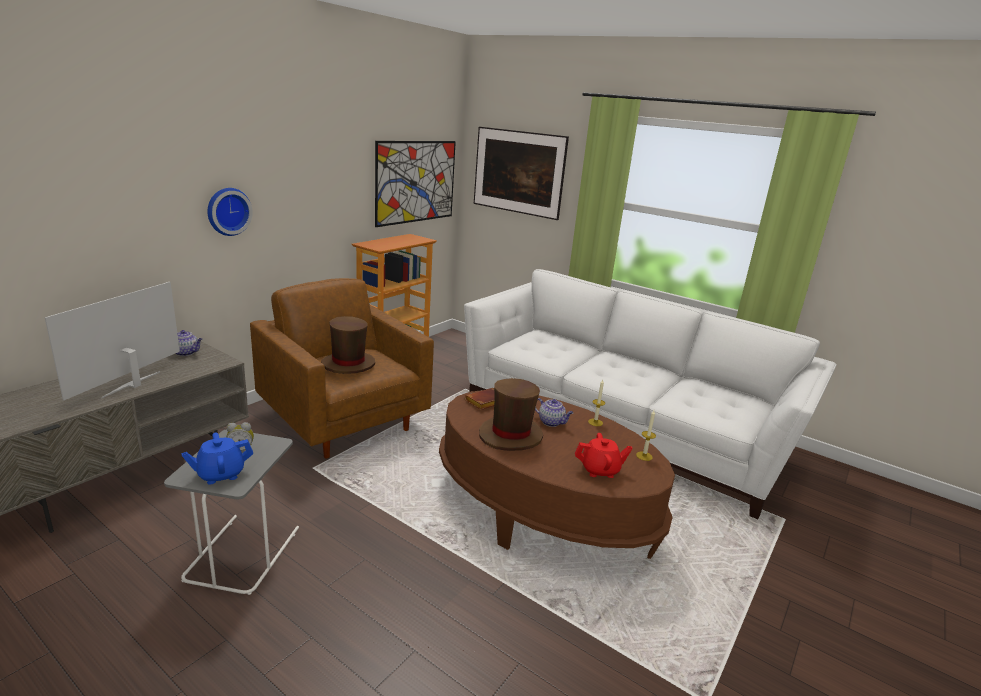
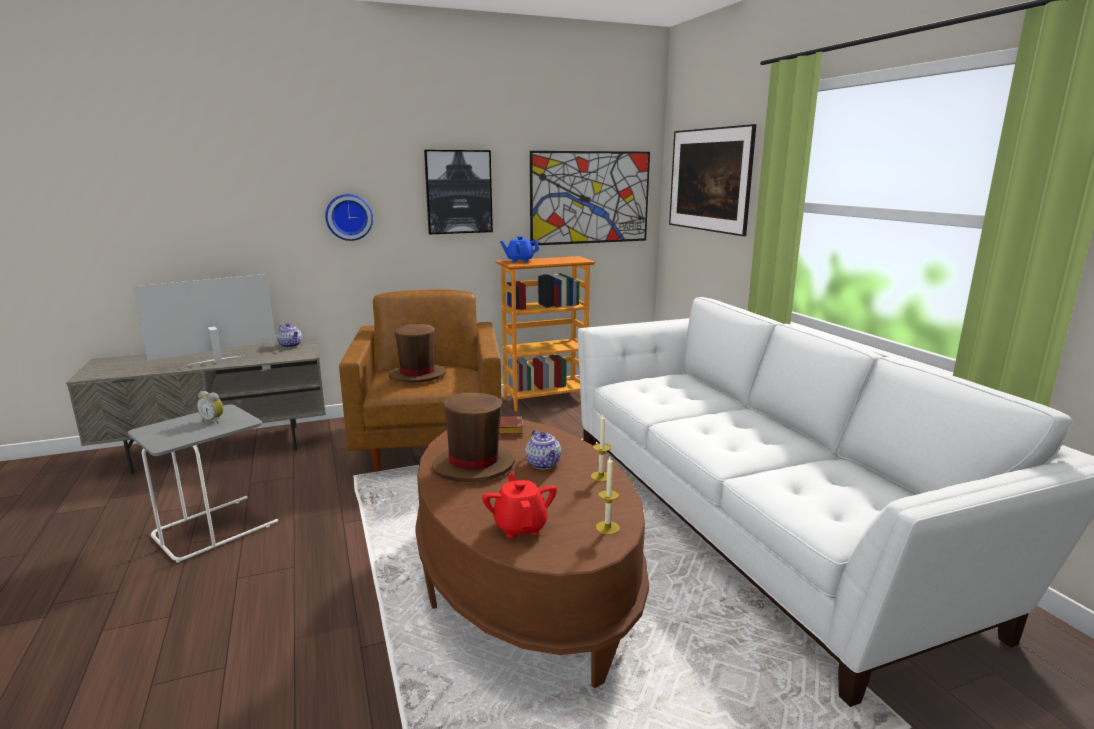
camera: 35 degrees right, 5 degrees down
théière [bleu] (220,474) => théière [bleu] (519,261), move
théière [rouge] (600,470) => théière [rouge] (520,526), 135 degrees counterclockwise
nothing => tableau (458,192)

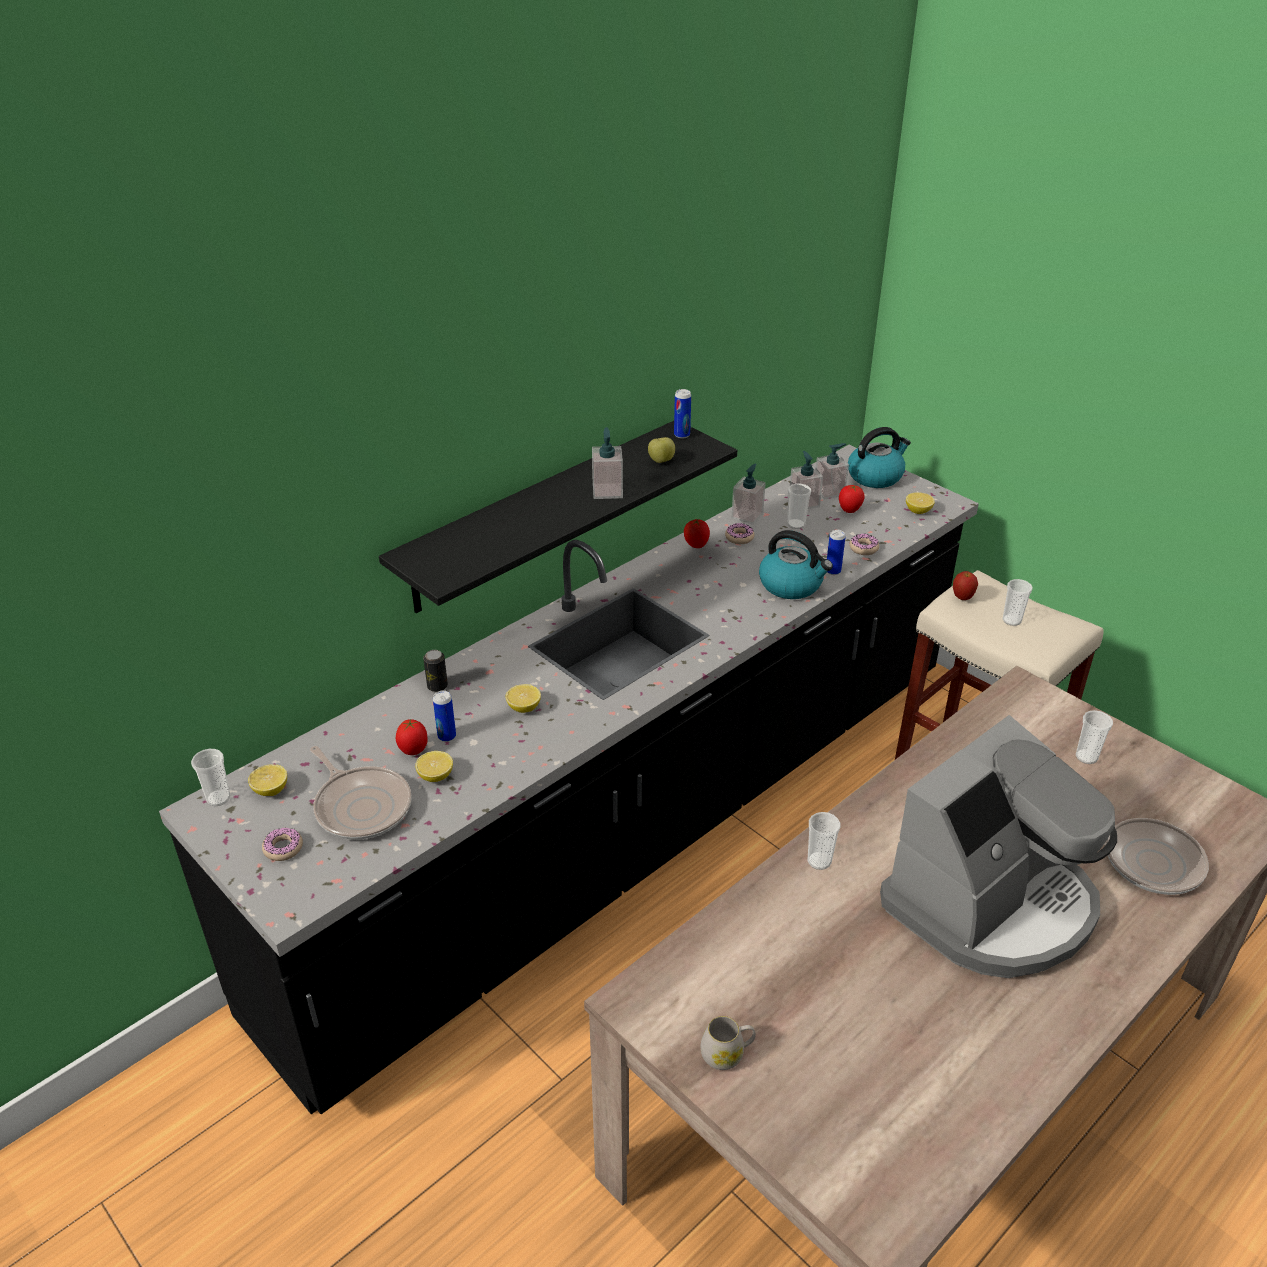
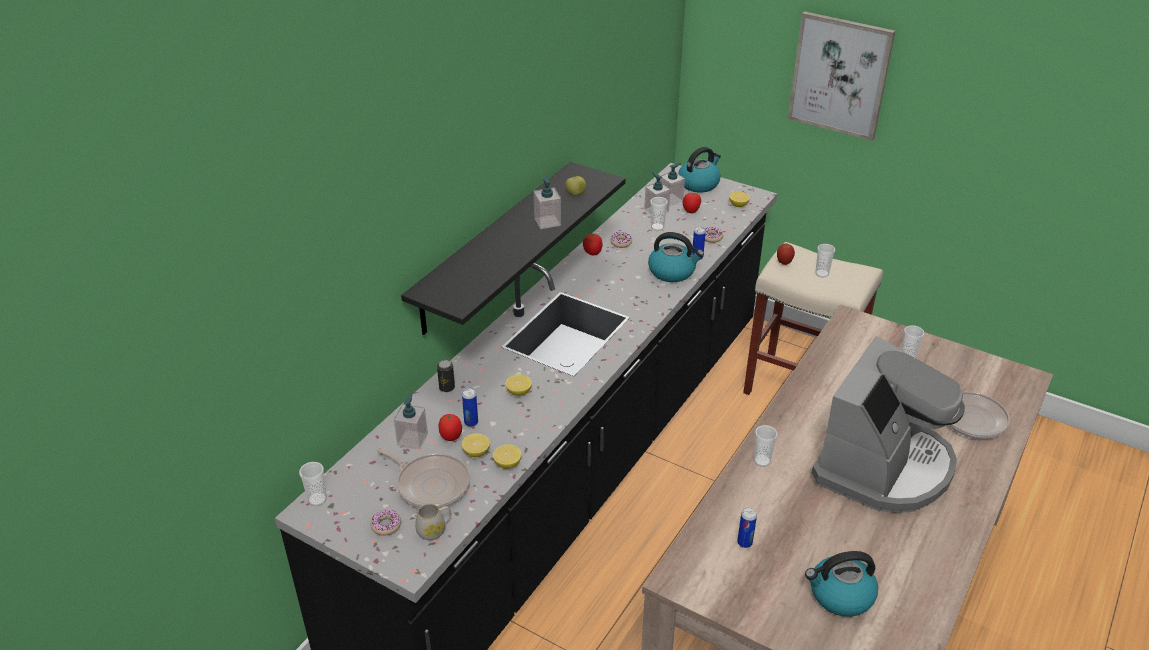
camera: 15 degrees left, 0 degrees up
boîte métallique (682,435) => boîte métallique (744,542), move
distributeur de savon (747,516) => distributeur de savon (412,439), move
citron (270,790) => citron (507,464), move
mug [blanc] (727,1054) => mug [blanc] (434,530), move
nothing => tableau (840,75)
nothing => bouilloire (840,595)

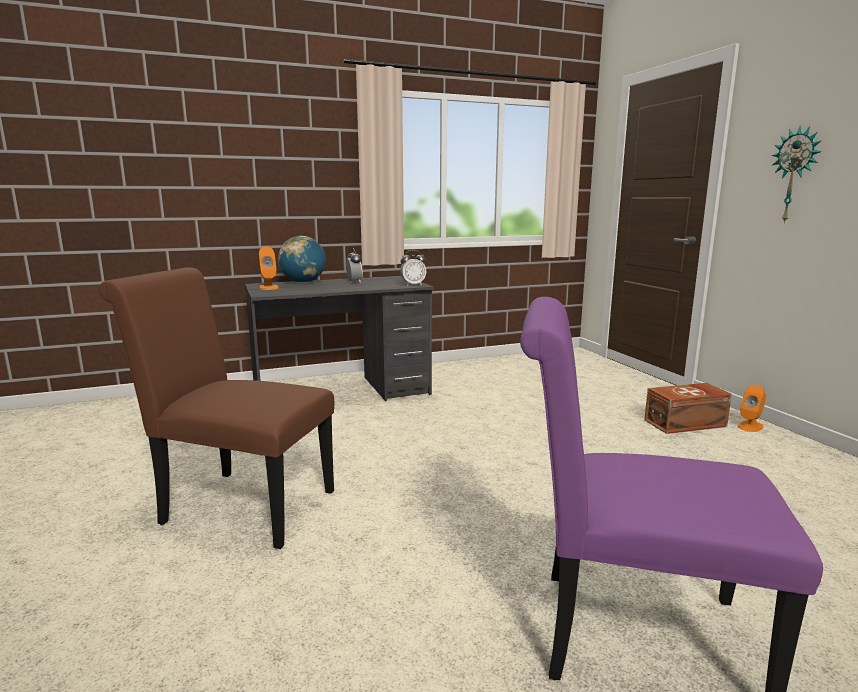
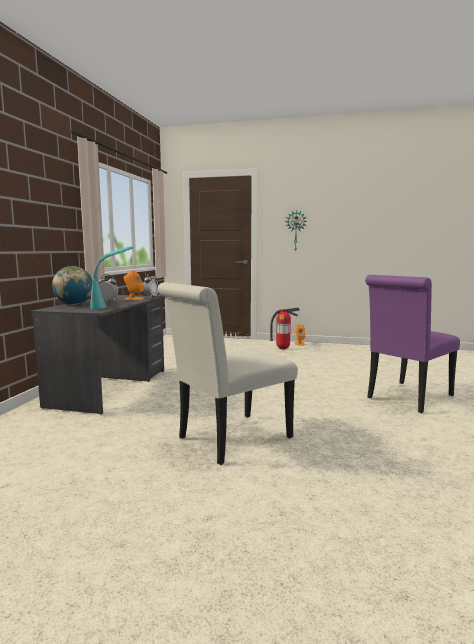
camera: 55 degrees left, 5 degrees down
enceinte [orange] (268,287) => enceinte [orange] (134,299), move
chaise [marron] (239,505) => chaise [blanc] (229,440)
boîte de rangement [marron] (686,423) => extincteur (283,349)
nothing => lampe de table [turquoise] (114,305)

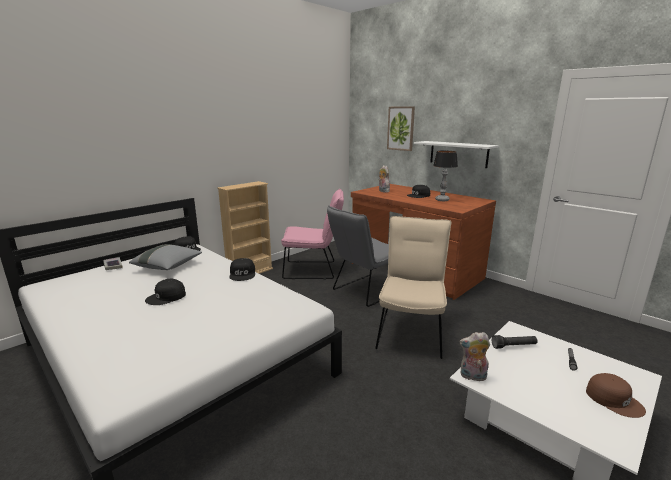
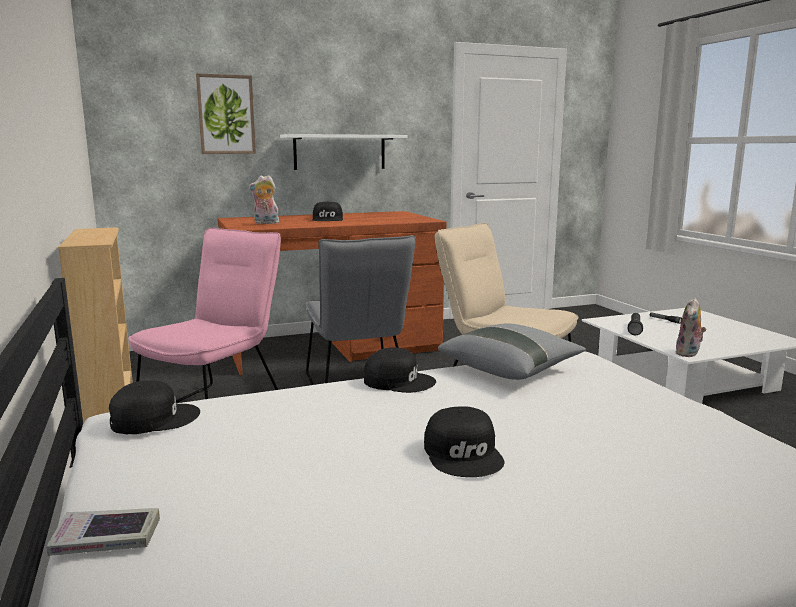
camera: 65 degrees left, 5 degrees down
lampe de table (442,200) => nothing
coussin [gris] (168,266) => coussin [gris] (511,370), move
casquette [marron] (614,399) => nothing

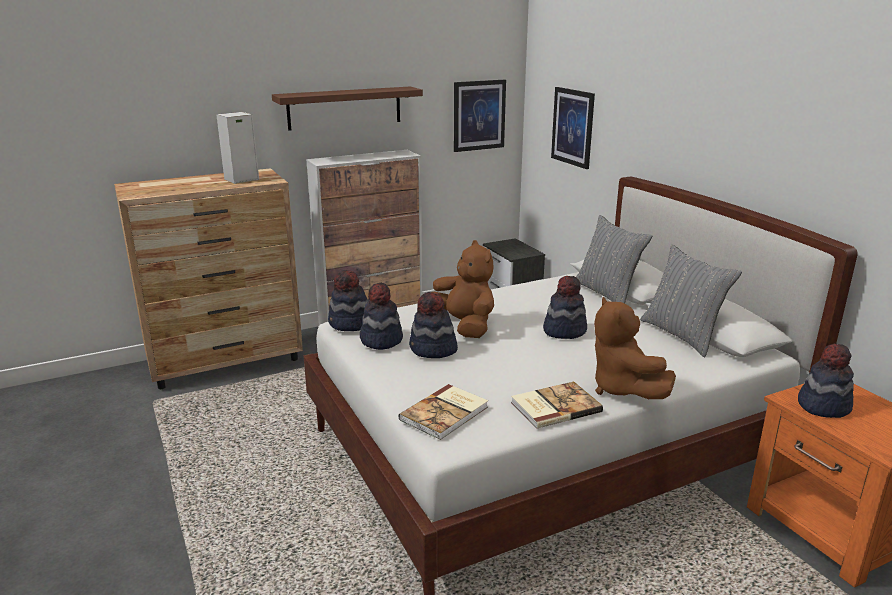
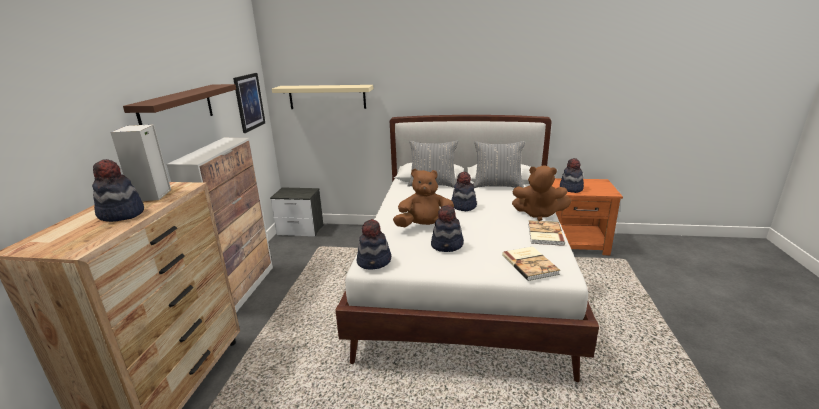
camera: 55 degrees left, 0 degrees up
tableau (573,127) => étagère [beige] (327,97)
chapeau (381,340) => chapeau (121,214), move

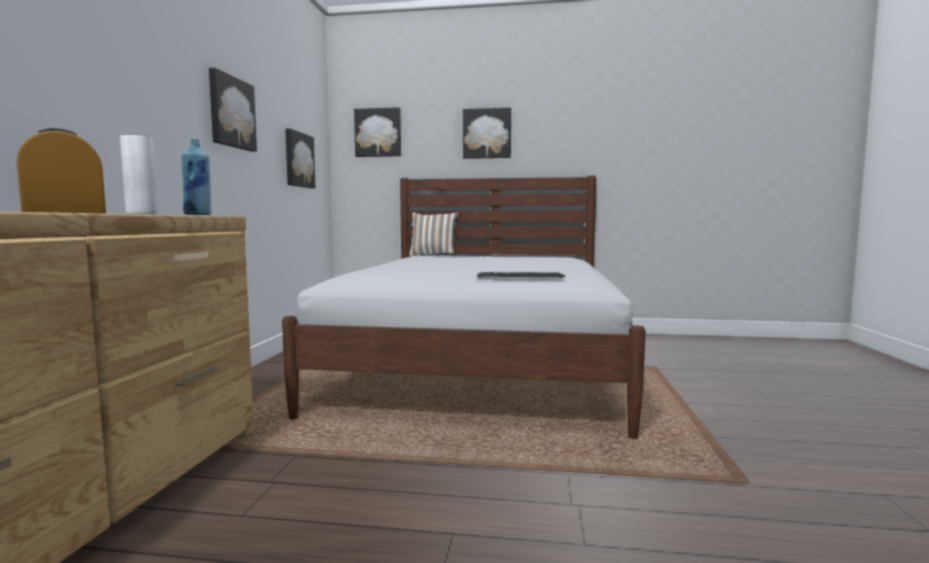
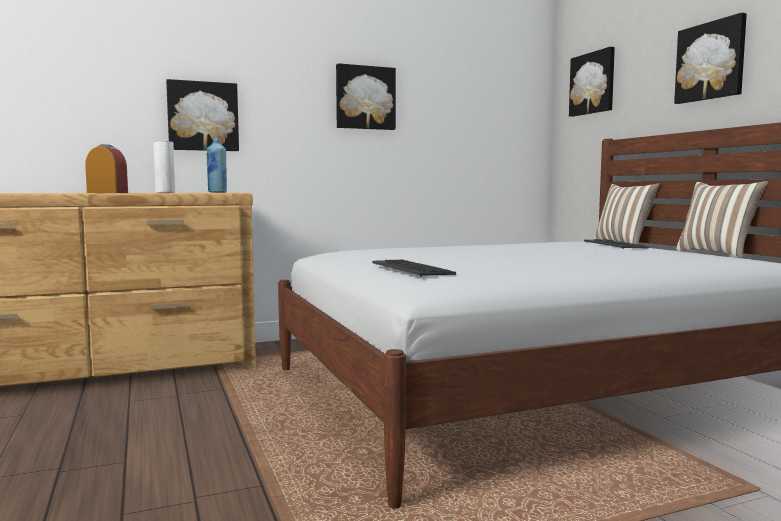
camera: 60 degrees right, 0 degrees up
tableau (298,160) => tableau (203,116), move
nothing => coussin (717,253)

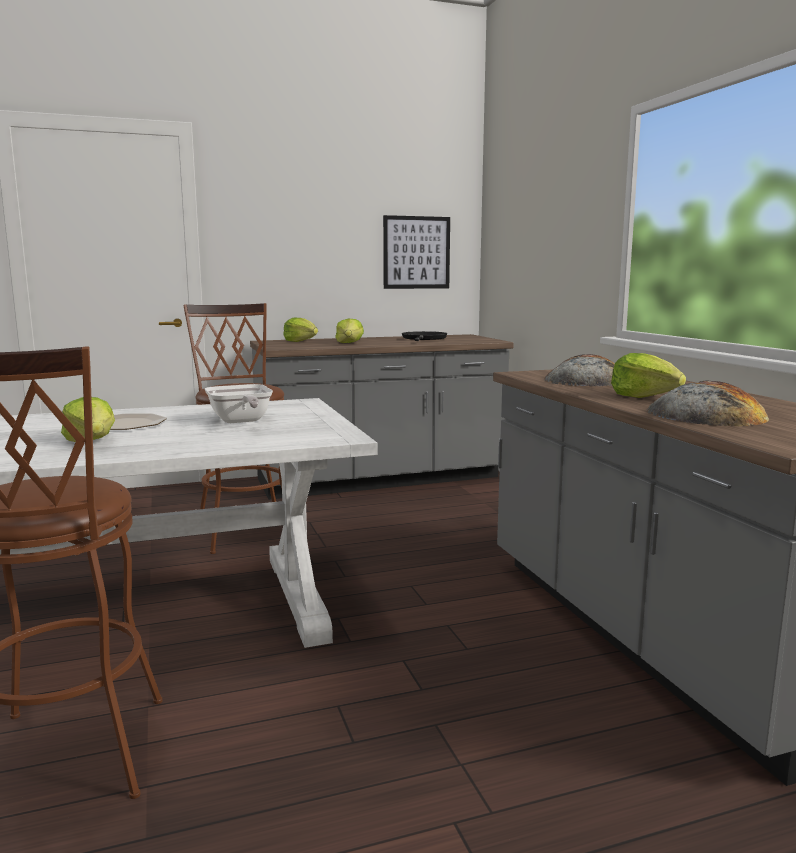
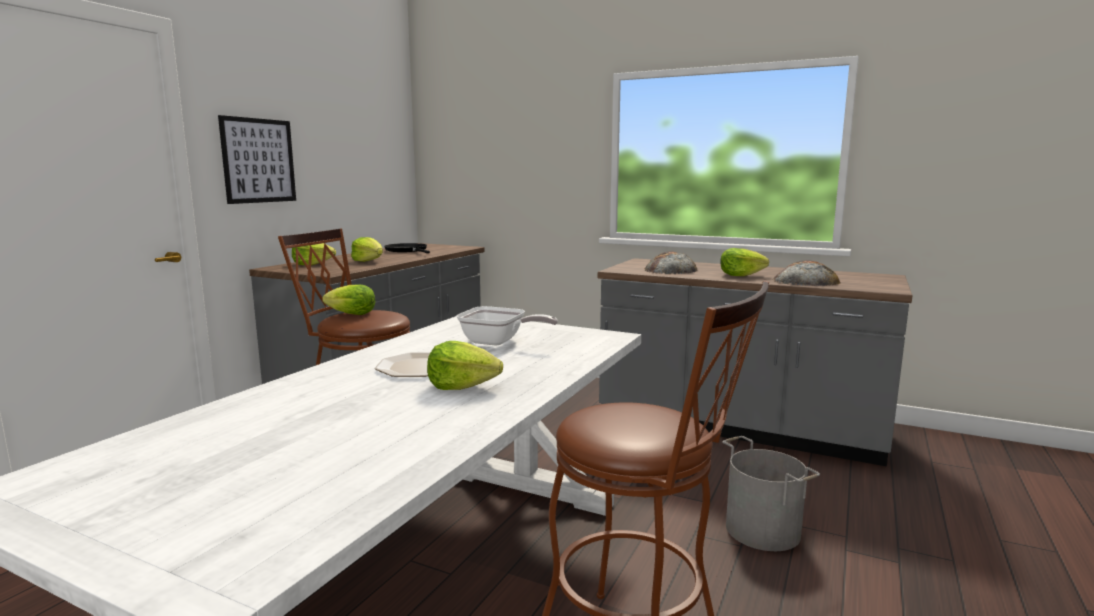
camera: 45 degrees left, 0 degrees up
tableau (416,252) => tableau (259,160), move
nothing => laitue (352,314)
nothing => seau [gris] (763,530)

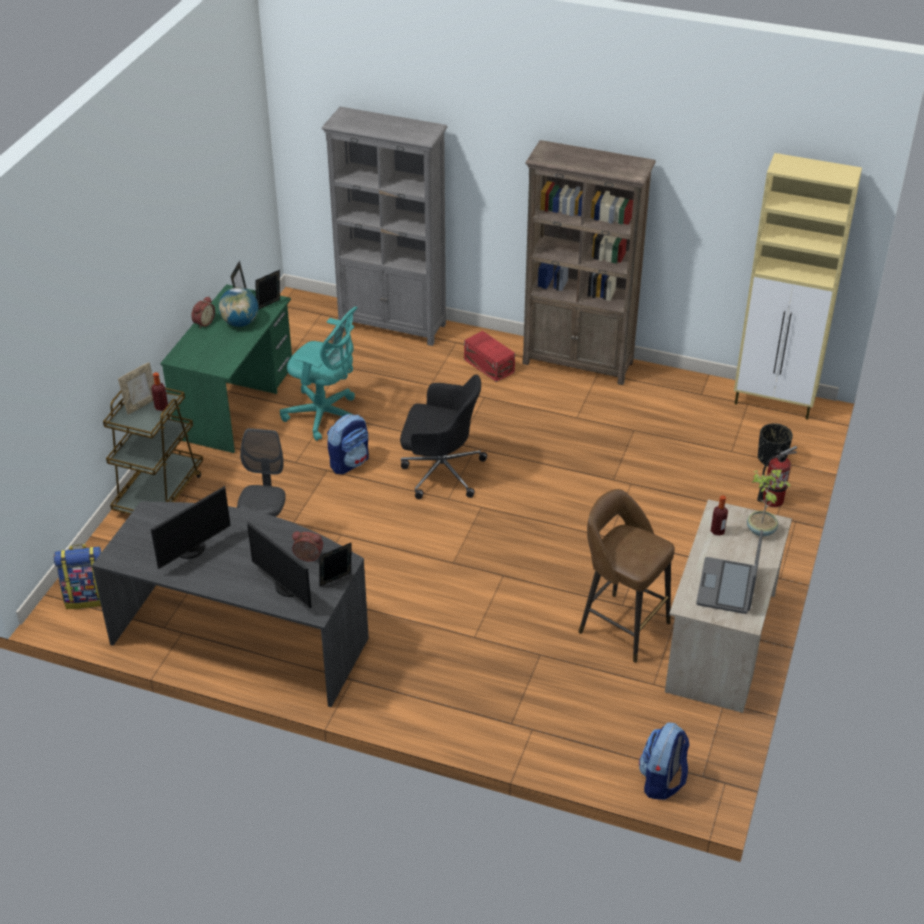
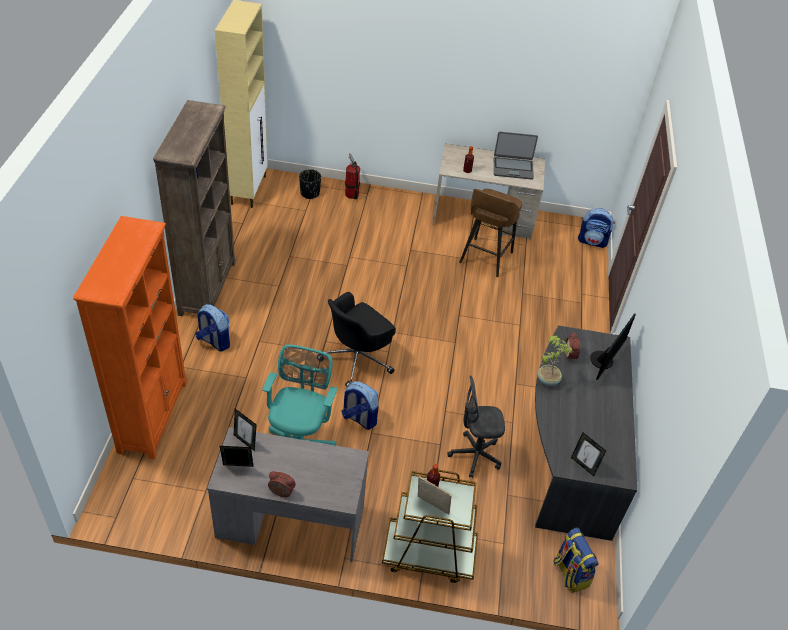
camera: 105 degrees left, 5 degrees up
bibliothèque [gris] (393,325) => bibliothèque [orange] (153,415)
bureau [vert] (236,404) => bureau [gris] (290,521)
globe (240,323) => nothing
boîte de rangement [rouge] (489,365) => sac à dos (214,341)
chaise de bureau [noir] (440,471) => chaise de bureau [noir] (357,359), 135 degrees counterclockwise
plante en pot (761,530) => plante en pot (547,380), move
écran d'ordinateur (192,549) => nothing
cadre photo (336,581) => cadre photo (583,465), move

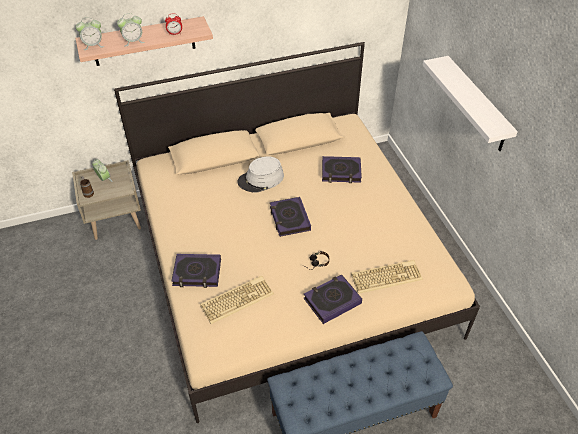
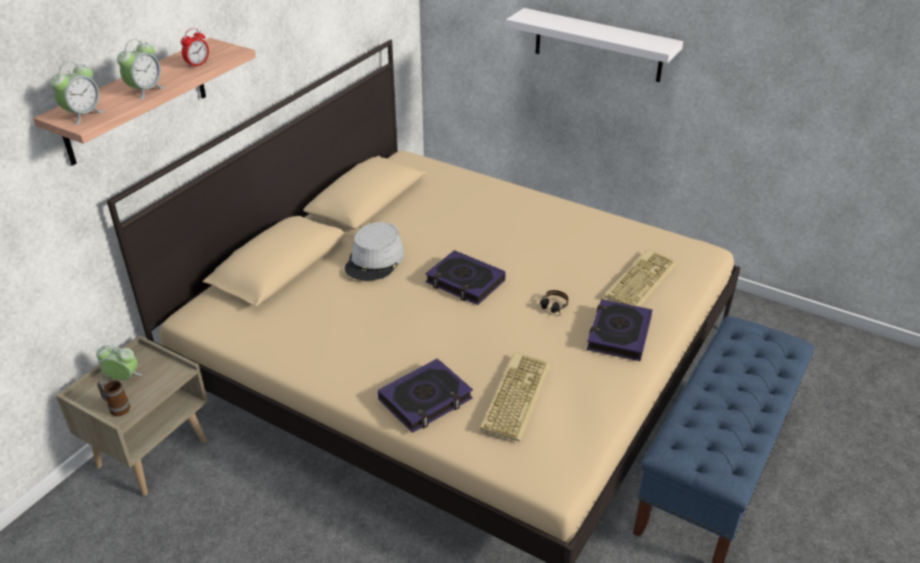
camera: 40 degrees left, 10 degrees down
livre (341,172) => nothing

